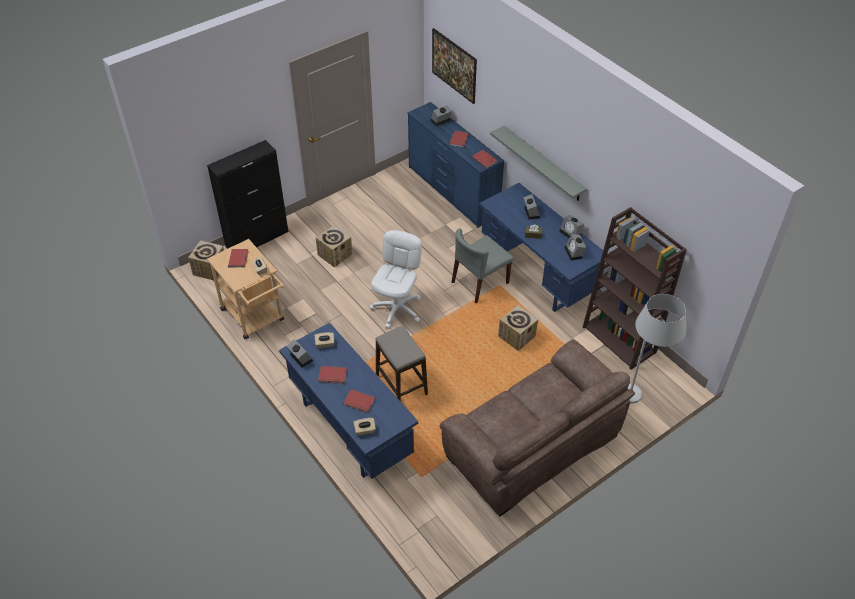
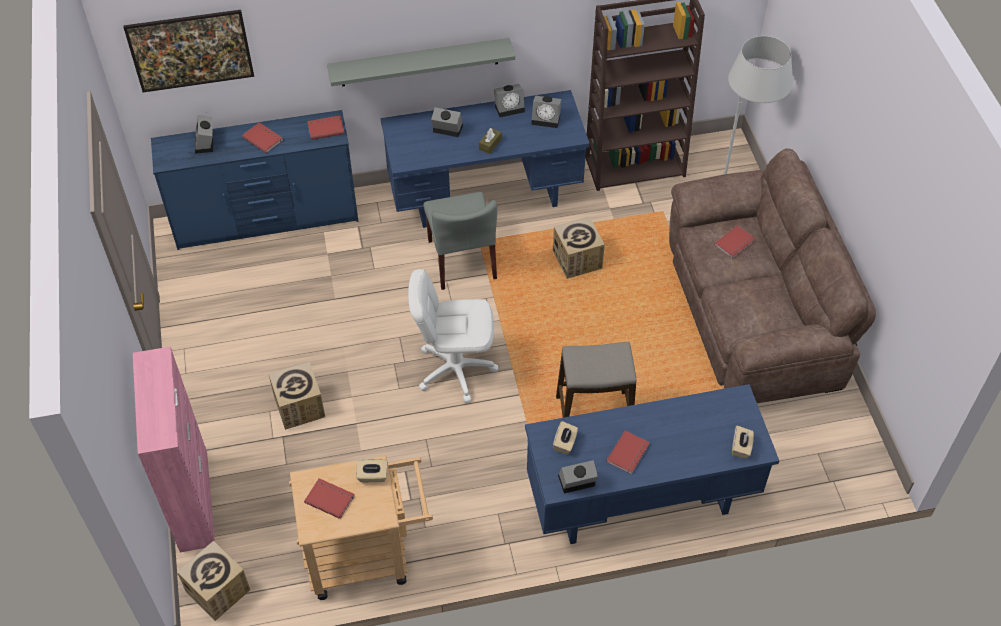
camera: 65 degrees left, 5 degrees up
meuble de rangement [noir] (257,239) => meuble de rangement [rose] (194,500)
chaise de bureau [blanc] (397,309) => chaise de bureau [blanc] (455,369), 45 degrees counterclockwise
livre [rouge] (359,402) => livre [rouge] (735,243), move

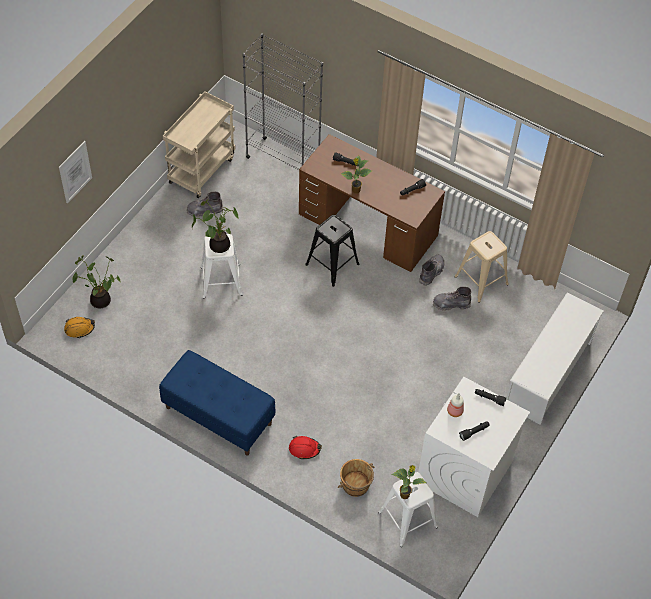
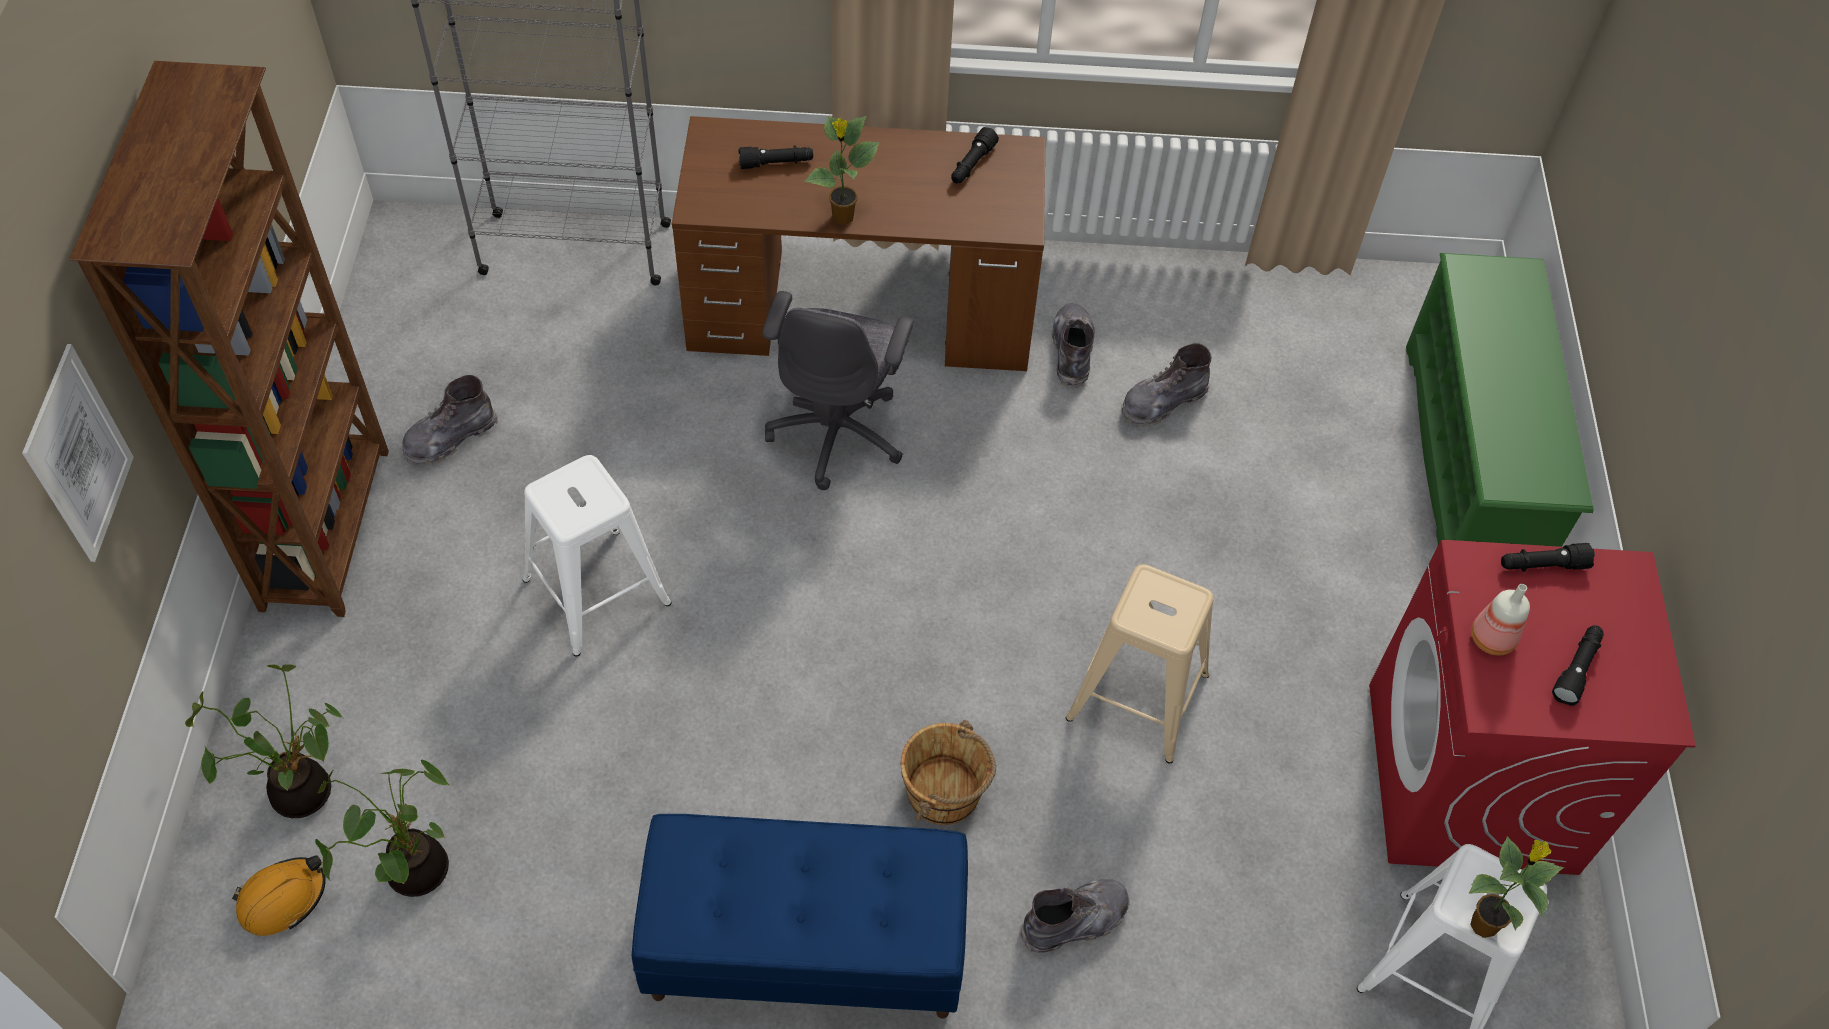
camera: 30 degrees left, 0 degrees up
chariot [beige] (201,169) => nothing
plante en pot (218,244) => plante en pot (412,869), move
tabouret [noir] (331,264) => chaise de bureau [gris] (838,432)
tabouret [beige] (480,280) => tabouret [beige] (1136,697), move
étagère à chaussures [blanc] (548,374) => étagère à chaussures [vert] (1471,462)
lave-linge [blanc] (464,472) => lave-linge [rouge] (1472,779)
casque de chantier [rouge] (304,449) => botte [gris] (1075,921)
seau [marron] (356,485) => seau [marron] (945,793), move
nothing => bibliothèque [marron] (328,527)

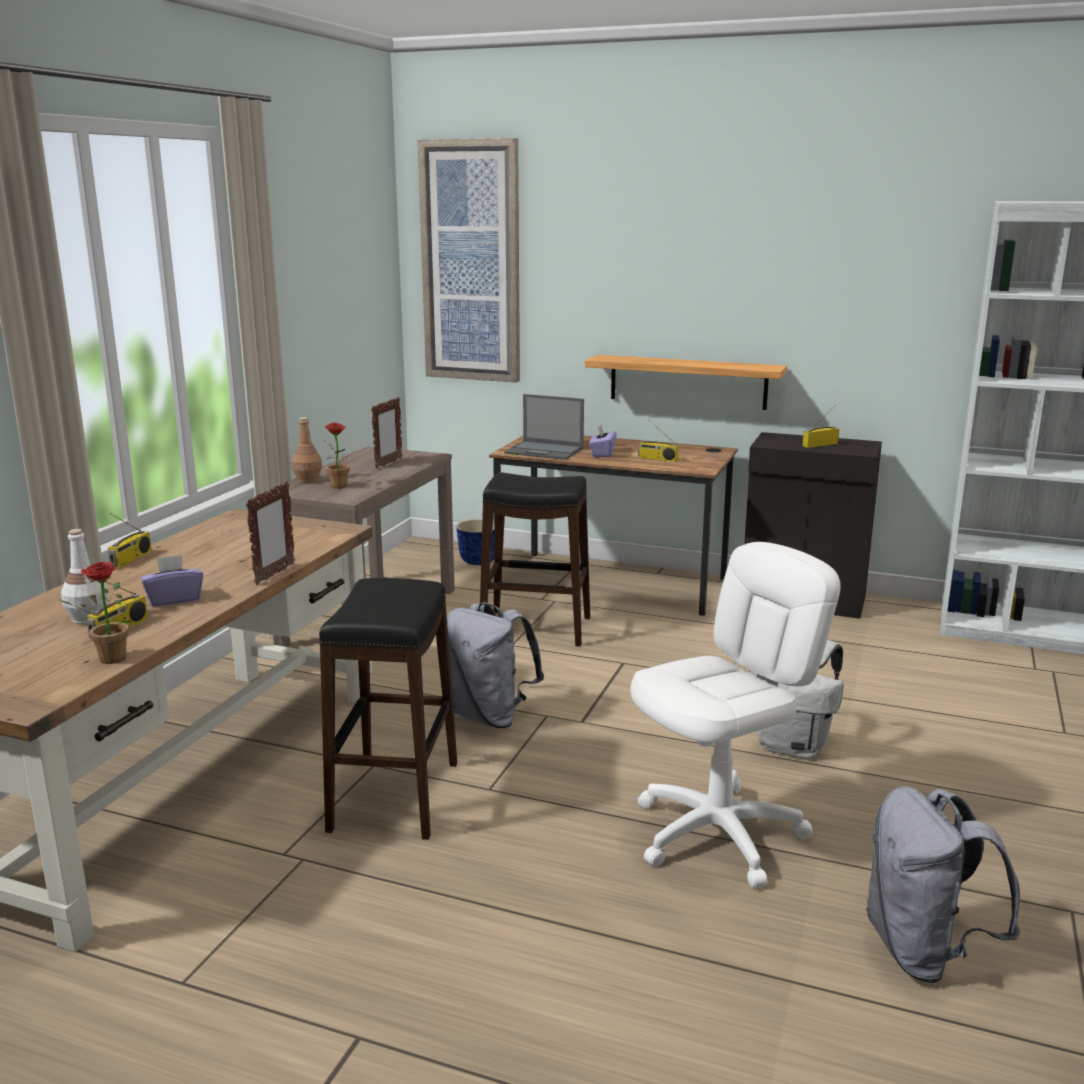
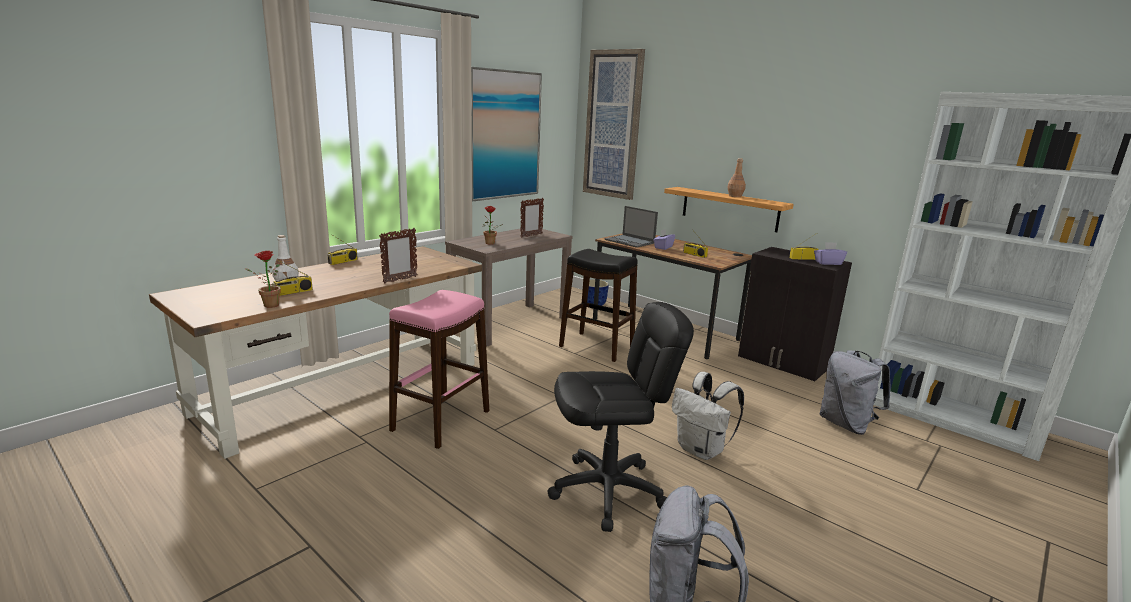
camera: 20 degrees right, 0 degrees up
bouteille [marron] (307,480) => bouteille [marron] (734,196), move
chaise de bureau [blanc] (718,834) => chaise de bureau [noir] (608,491)
boîte à mouchoirs [violet] (174,599) => boîte à mouchoirs [violet] (828,263), move
tabouret [noir] (395,796) => tabouret [rose] (441,421)
sac à dos [gris] (490,716) => sac à dos [gris] (846,424), move
nothing => tableau (504,135)

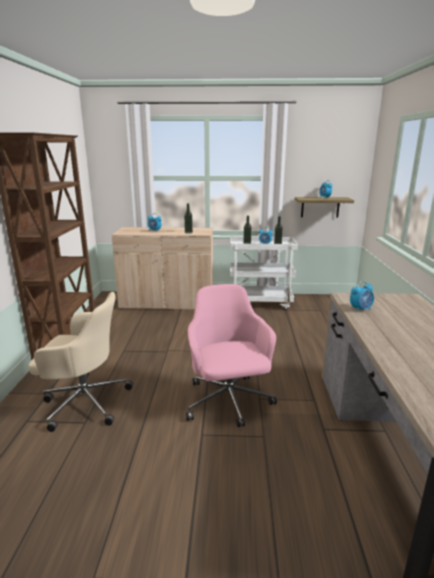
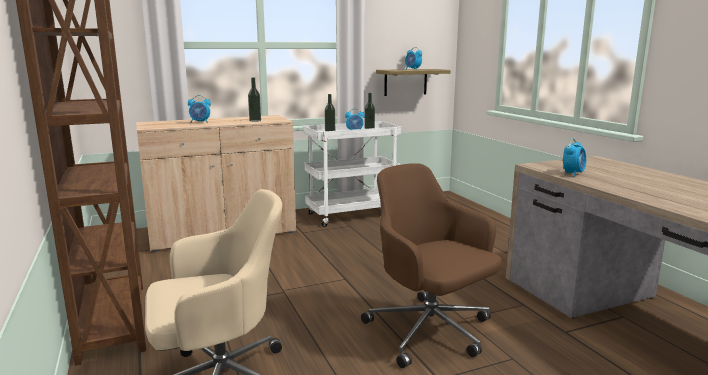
camera: 25 degrees left, 5 degrees down
chaise de bureau [rose] (228,402) => chaise de bureau [marron] (430,332)

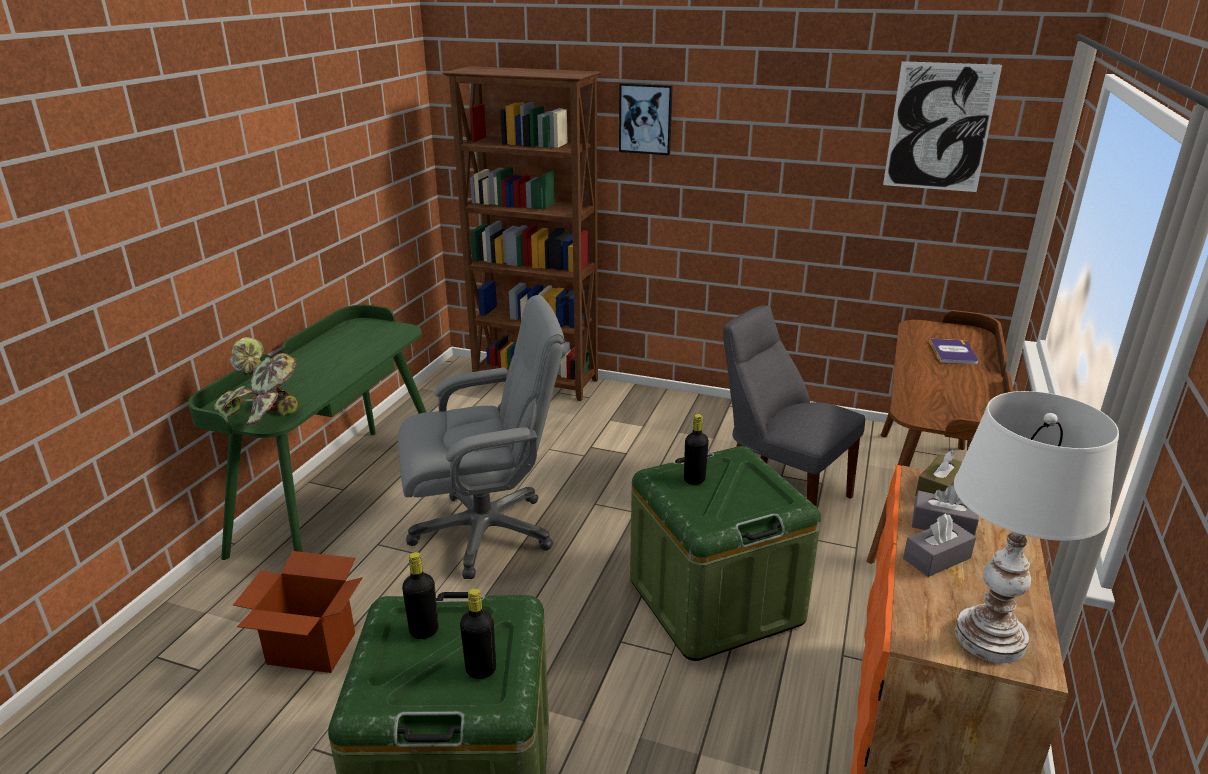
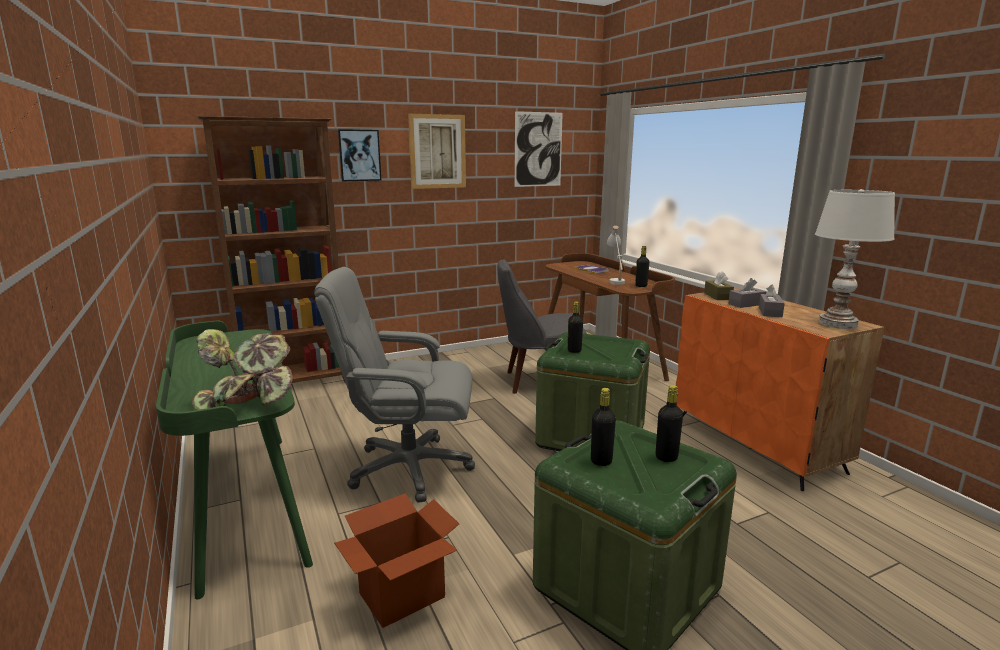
camera: 45 degrees left, 10 degrees down
chaise de bureau [gris] (485,532) => chaise de bureau [gris] (408,468), 120 degrees counterclockwise
nothing => tableau (437,151)
nothing => lampe de table [blanc] (615,280)
nothing => bouteille [noir] (641,286)

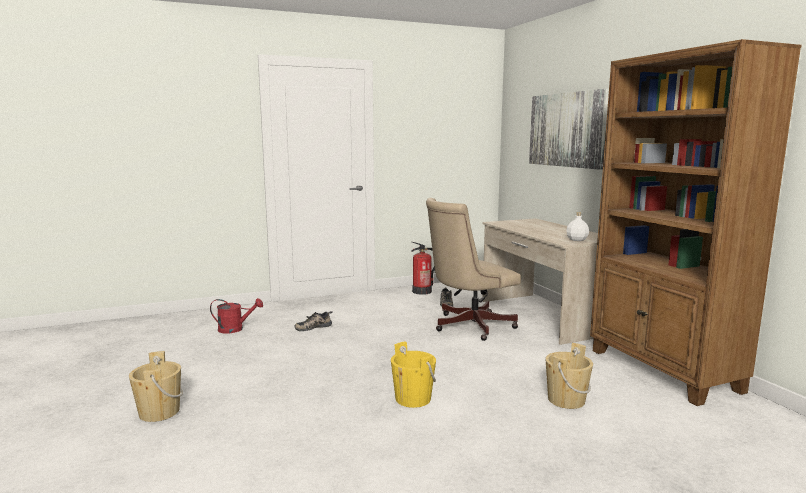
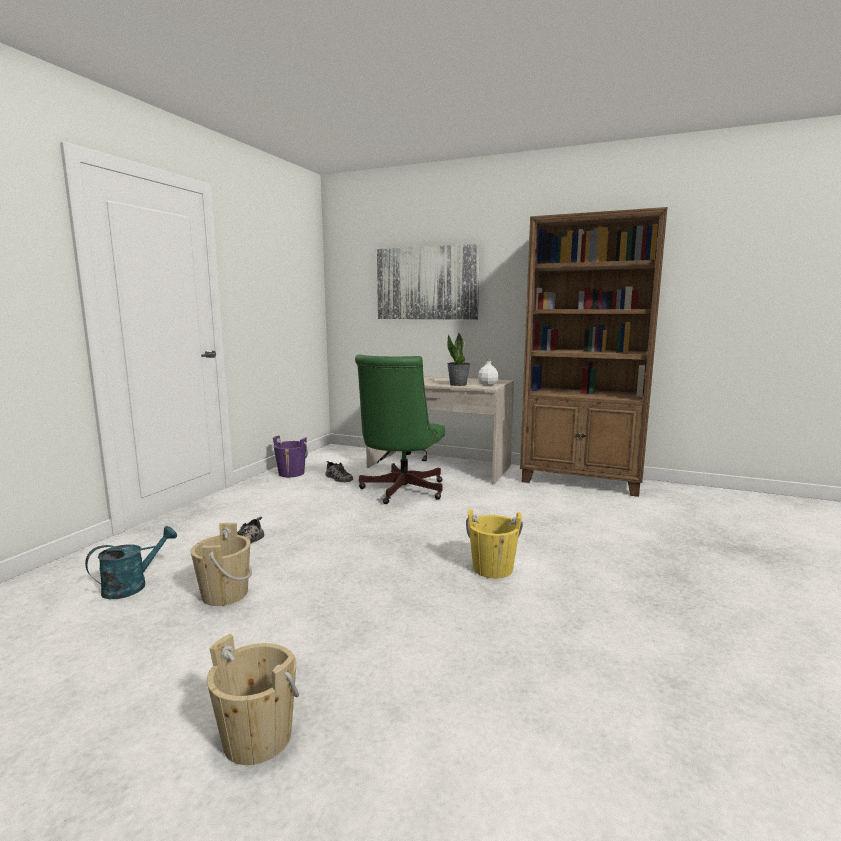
camera: 45 degrees left, 0 degrees up
chaise de bureau [beige] (468,326) => chaise de bureau [vert] (400,491)
extincteur (422,291) => seau [violet] (291,473)
arrosoir [rouge] (235,329) => arrosoir [turquoise] (132,585)
seau [beige] (566,400) => seau [beige] (225,594), move
nothing => plante en pot (458,384)

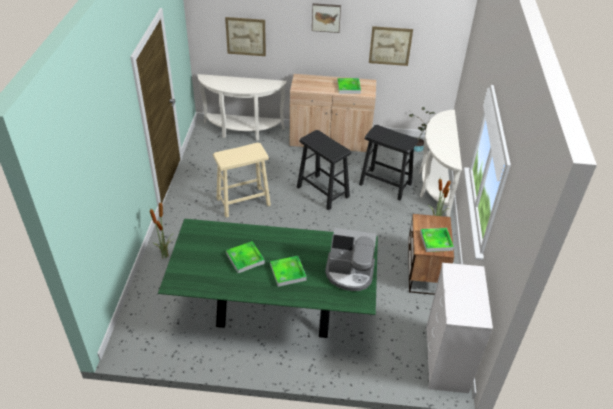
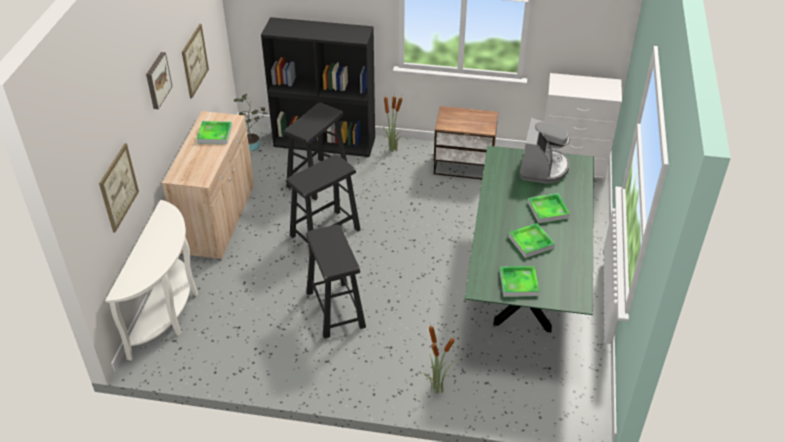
camera: 85 degrees left, 0 degrees up
table console [blanc] (434,185) => bibliothèque [noir] (325,142)
tabouret [beige] (243,202) => tabouret [noir] (335,309)
plateau (436,241) => plateau (518,283), move

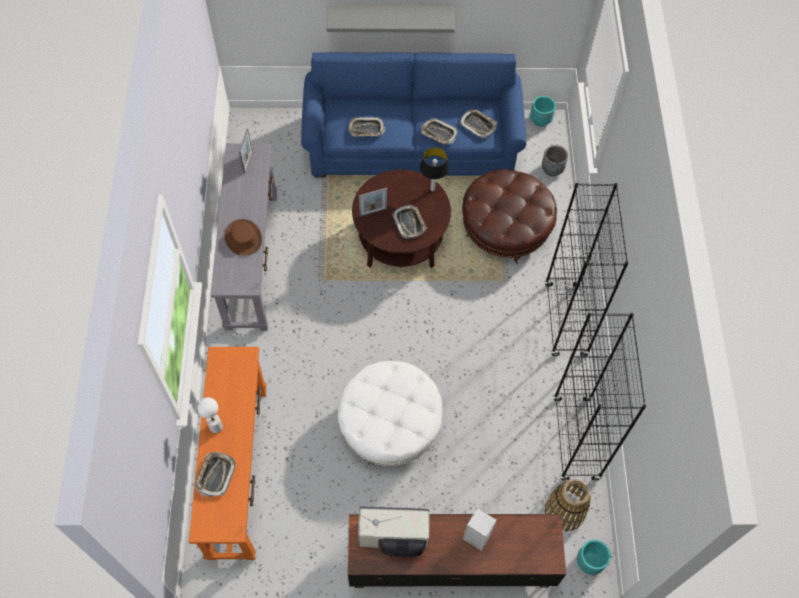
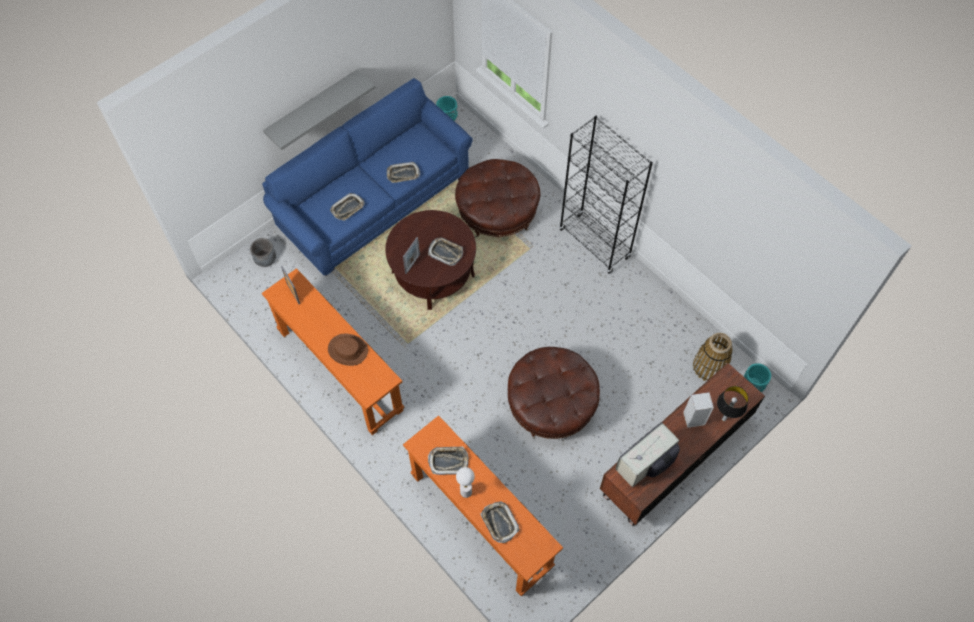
camera: 40 degrees left, 0 degrees up
plateau (478,125) => plateau (448,461), move
table console [gris] (252,260) => table console [orange] (340,370)
cache-pot [gris] (552,169) => cache-pot [gris] (266,260), move
lampe de table (432,189) => lampe de table (723,419), move
bibliothèque [noir] (575,439) => nothing
pouf [blanc] (389,425) => pouf [marron] (551,404)

